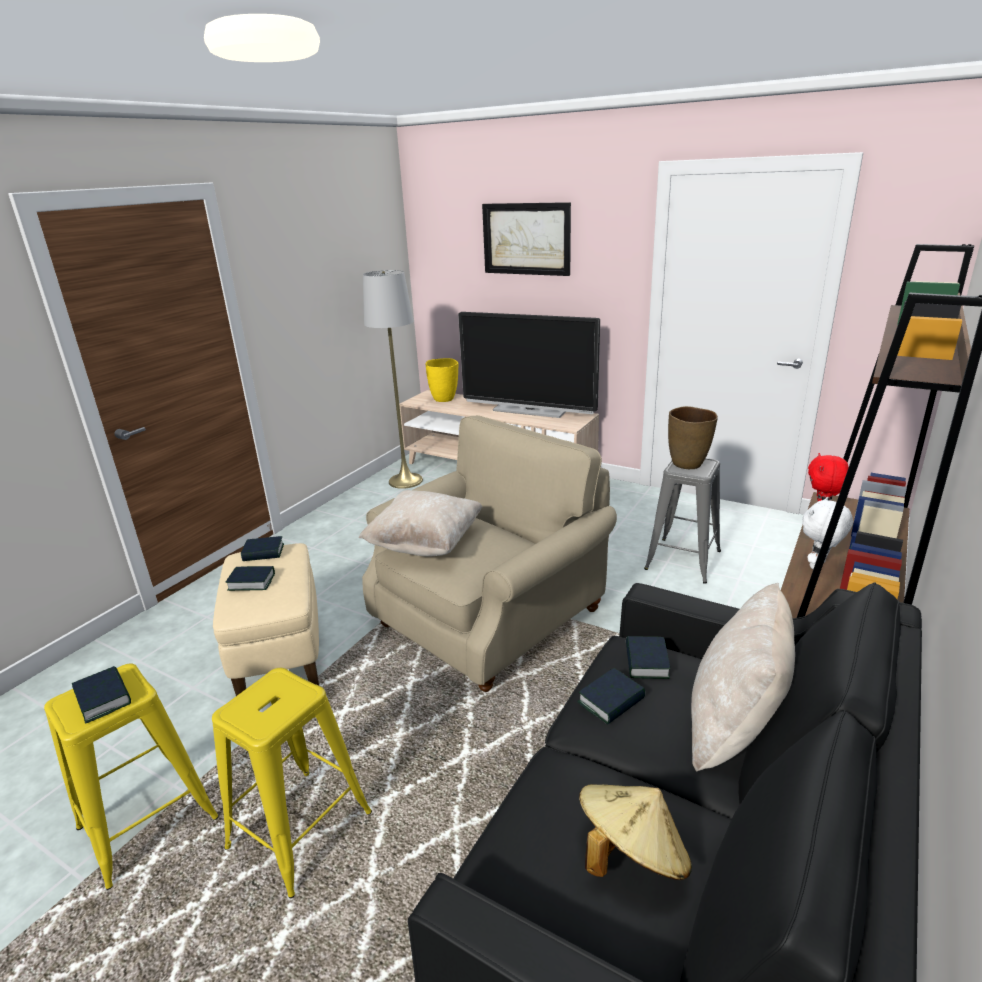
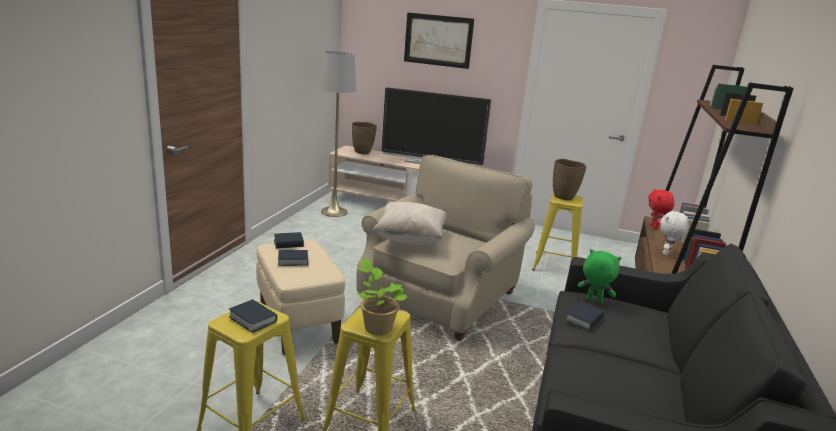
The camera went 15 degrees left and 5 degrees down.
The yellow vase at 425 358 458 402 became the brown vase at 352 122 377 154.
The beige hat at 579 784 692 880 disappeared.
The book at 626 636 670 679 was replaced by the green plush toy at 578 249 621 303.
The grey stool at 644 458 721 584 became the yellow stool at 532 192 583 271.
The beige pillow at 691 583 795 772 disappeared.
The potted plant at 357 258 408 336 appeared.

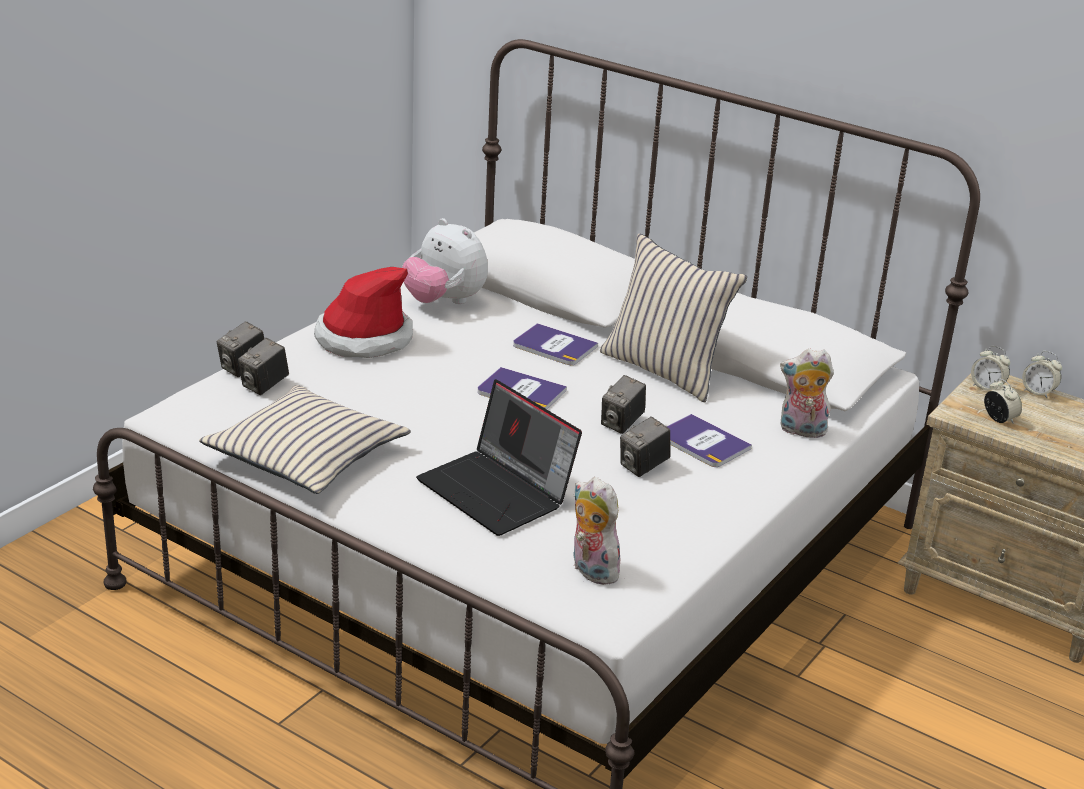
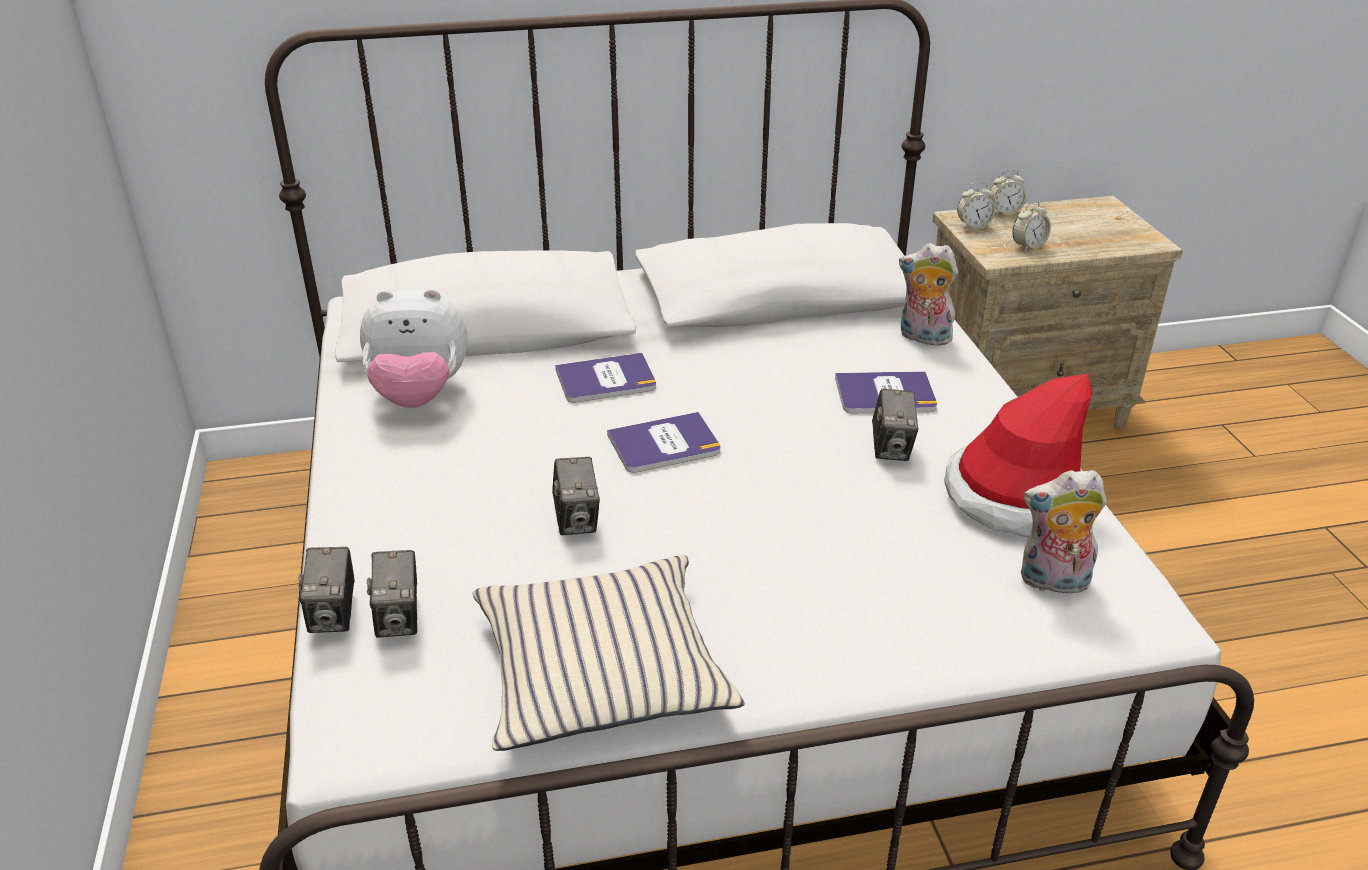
The camera went 45 degrees left and 5 degrees up.
The hat moved from 314 267 413 358 to 944 374 1092 538.
The laptop at 416 379 582 536 disappeared.
The beige pillow at 600 234 747 402 disappeared.
The photo camera moved from 601 375 646 434 to 552 457 600 535.
The plush toy at 780 349 834 438 turned 60 degrees clockwise.
The alarm clock at 984 378 1022 423 turned 135 degrees clockwise.

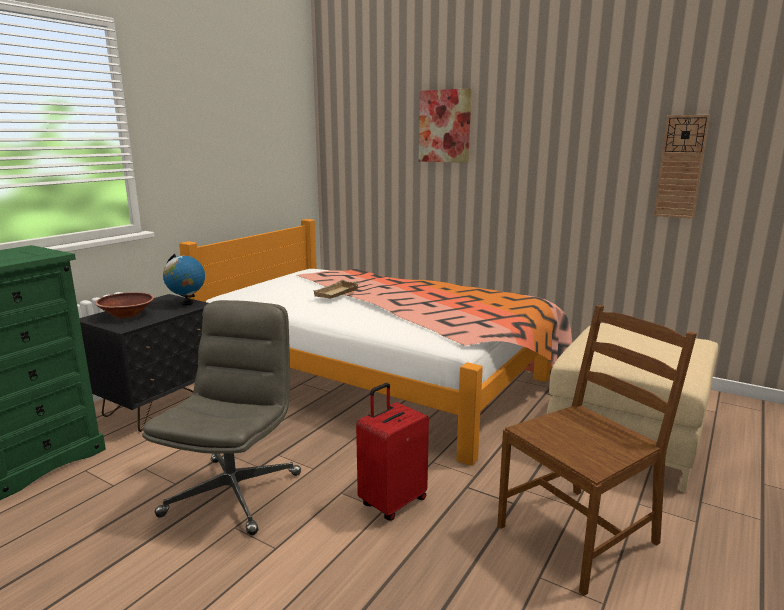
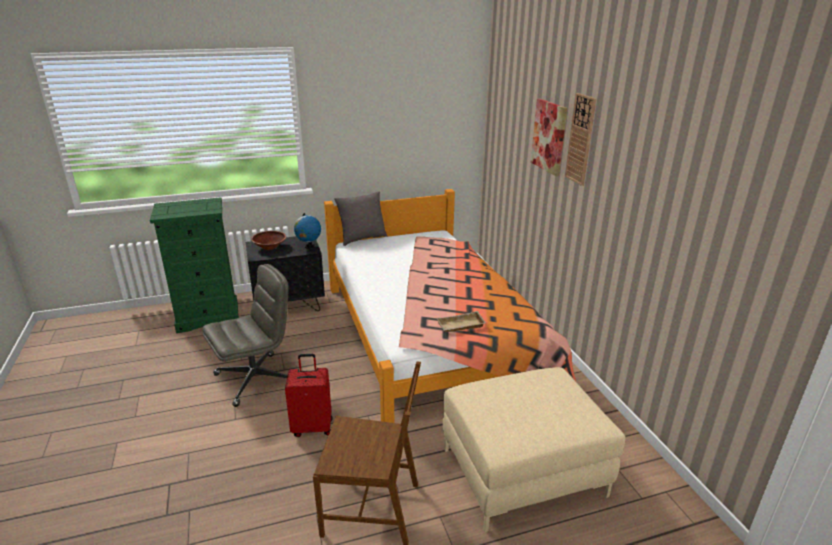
The camera went 40 degrees right and 10 degrees up.
The beige tray moved from 313 280 360 299 to 437 311 486 332.
The wall clock moved from 654 115 710 219 to 565 93 596 186.
The grey pillow at 334 192 388 246 appeared.

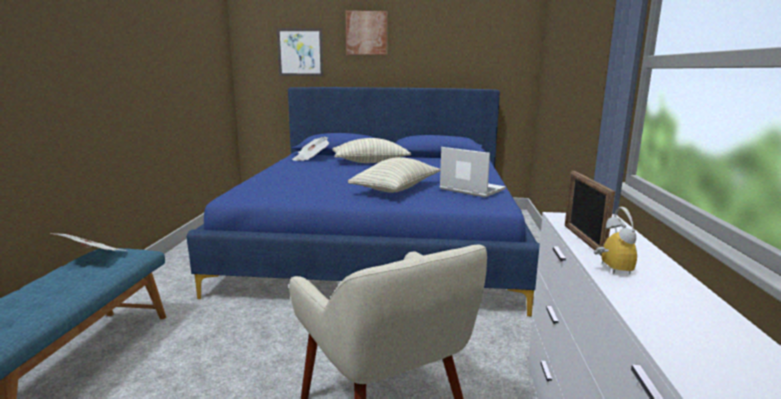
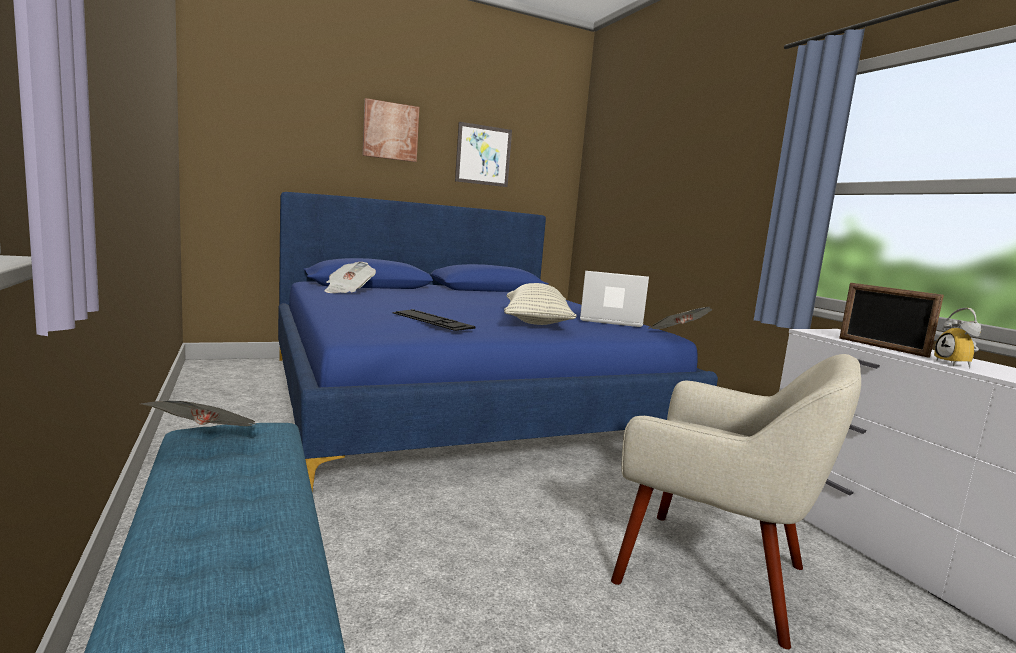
The camera went 30 degrees left and 5 degrees down.
The picture moved from 277 28 324 76 to 455 122 512 187.
The pillow at 332 138 411 163 disappeared.
The alarm clock at 594 207 637 275 turned 150 degrees counterclockwise.
The keyboard at 392 309 476 331 appeared.
The newspaper at 649 307 713 329 appeared.

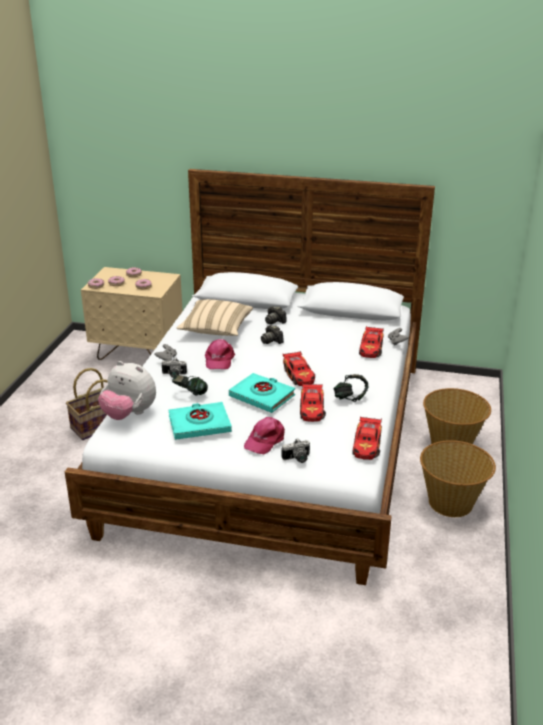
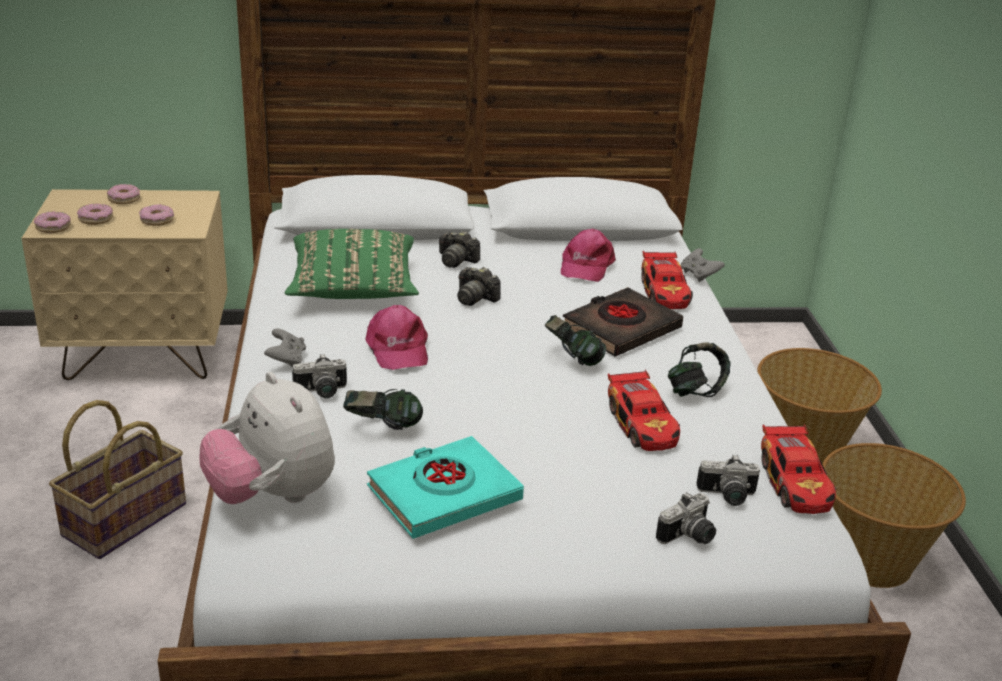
The camera went 20 degrees left and 0 degrees up.
The plush toy at 98 361 156 420 turned 45 degrees clockwise.
The beige pillow at 177 299 253 336 became the green pillow at 285 229 419 299.
The turquoise book at 229 373 295 413 disappeared.
The pink cap moved from 244 417 285 454 to 561 229 616 282.
The toy car at 283 351 315 386 was replaced by the headphones at 545 315 606 366.
The black book at 563 287 683 357 appeared.
The photo camera at 696 455 760 506 appeared.

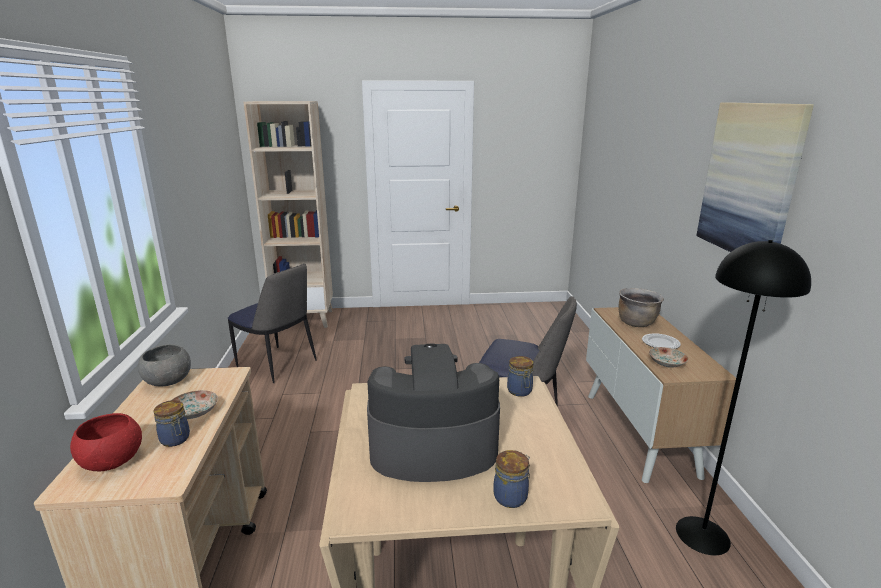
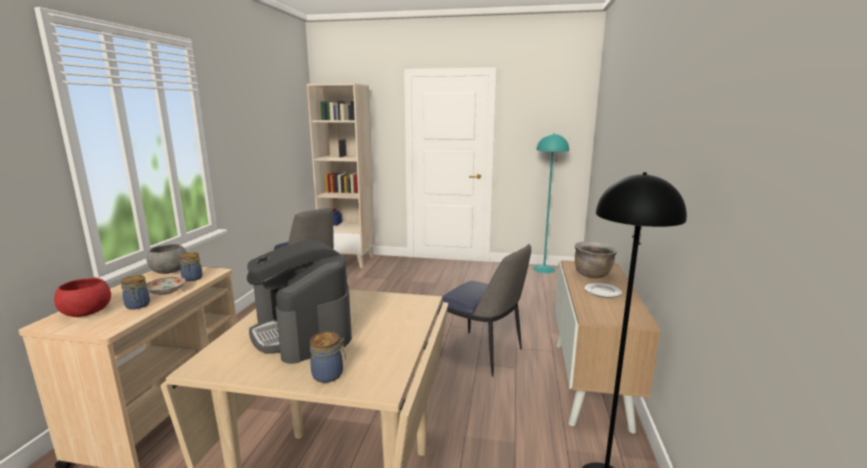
The camera went 15 degrees right and 5 degrees down.
The coffee machine at 367 344 500 482 turned 135 degrees counterclockwise.
The jar moved from 507 356 533 397 to 179 252 203 282.
The plate at 649 347 688 367 disappeared.
The picture at 696 102 814 252 disappeared.
The turquoise floor lamp at 533 133 569 273 appeared.

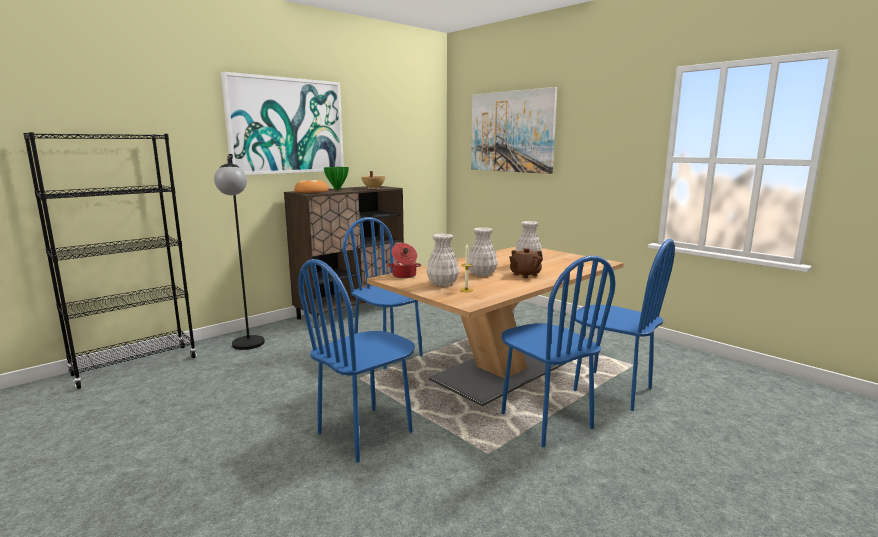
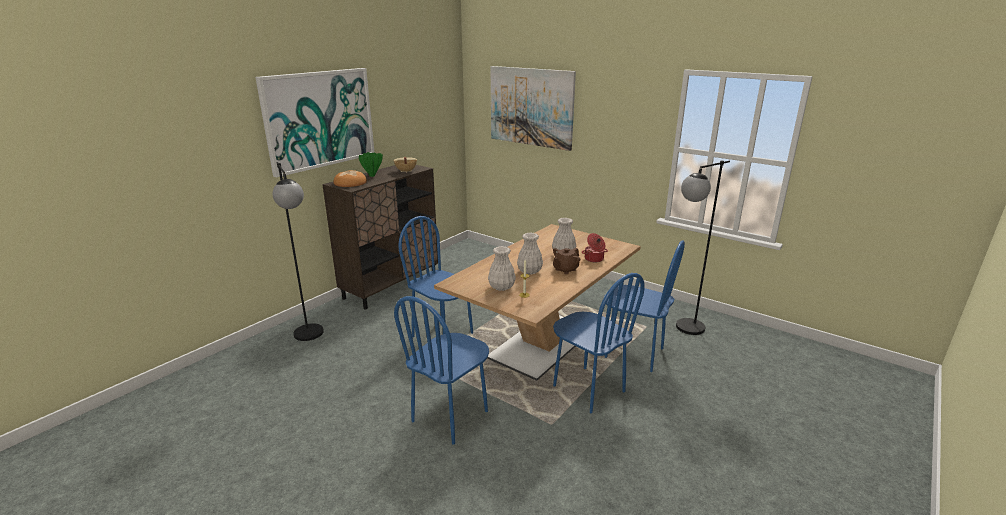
The camera went 10 degrees left and 10 degrees up.
The black bookcase at 23 132 197 389 disappeared.
The cooking pot moved from 387 243 421 278 to 582 233 608 262.
The black floor lamp at 676 161 730 335 appeared.

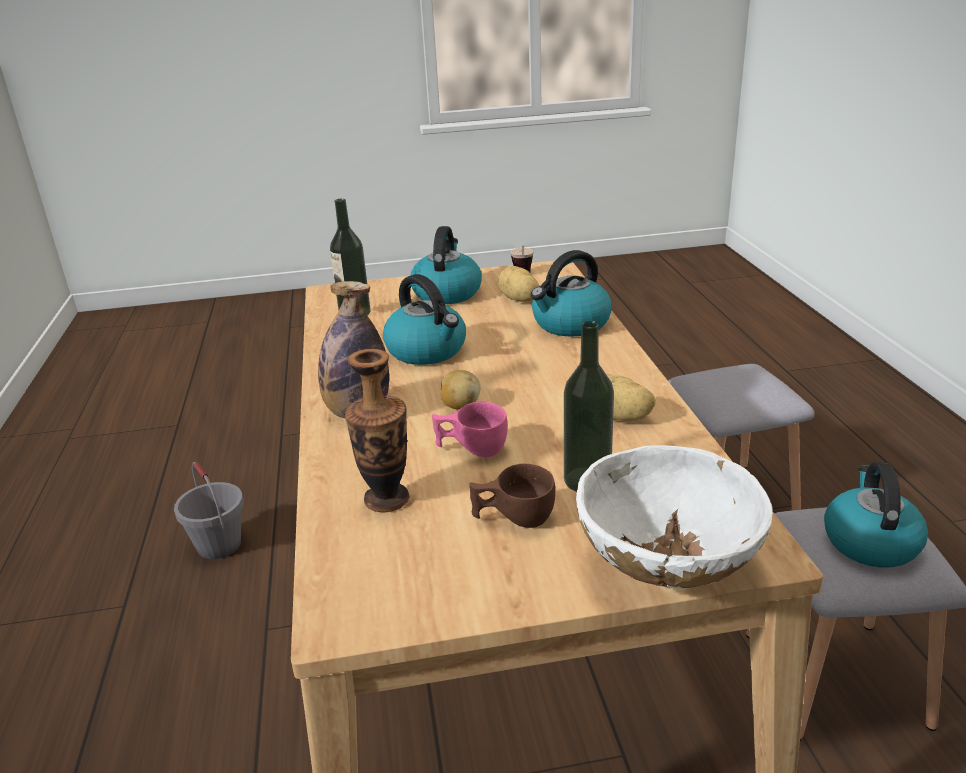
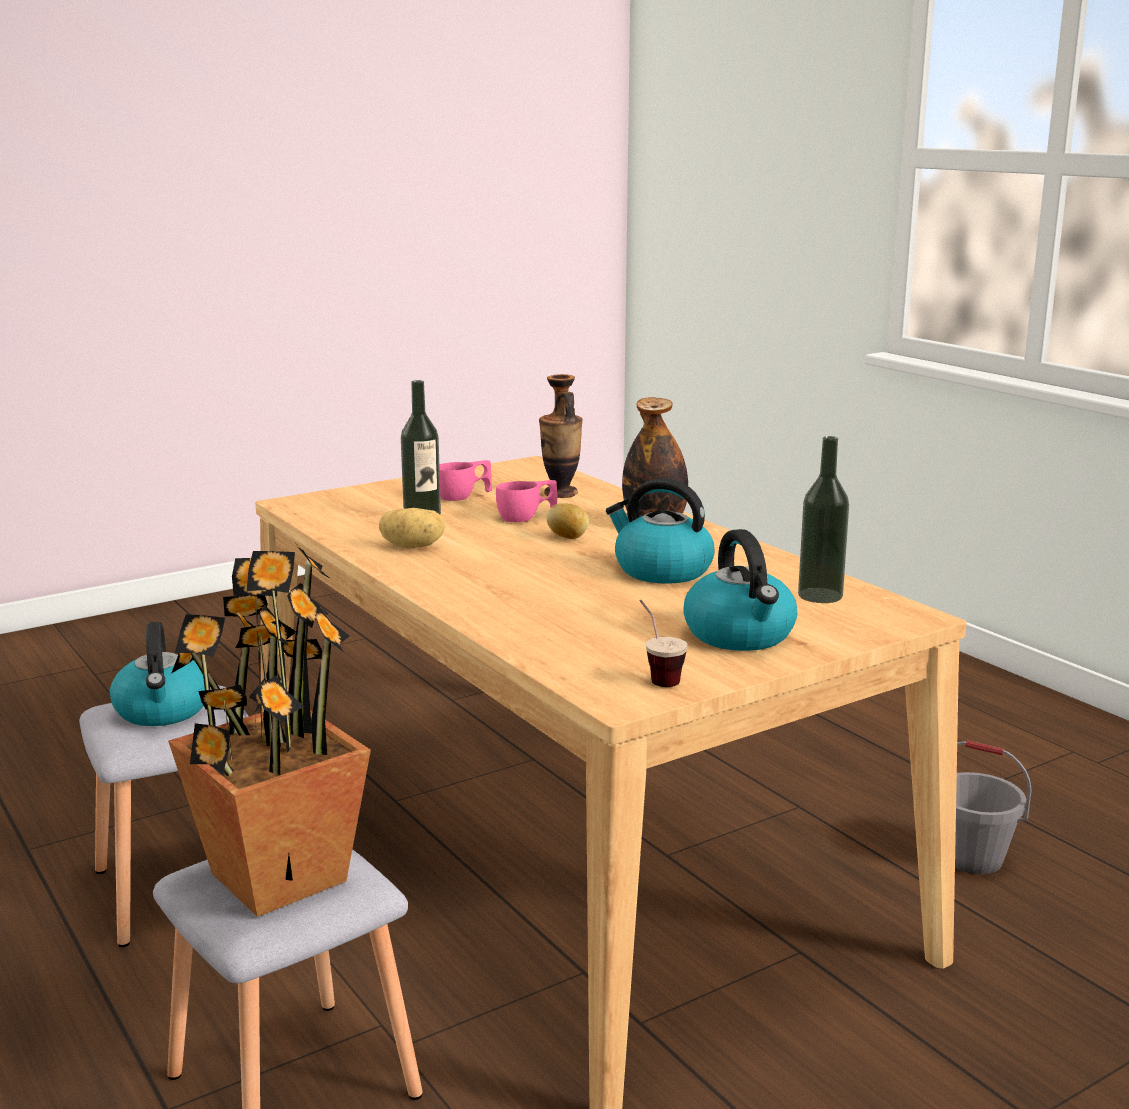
The camera went 155 degrees right and 10 degrees down.
The brown cup at 470 464 555 528 became the pink cup at 439 460 493 501.
The potato at 498 266 539 302 disappeared.
The kettle at 531 250 612 337 disappeared.
The white bowl at 576 445 773 589 disappeared.
The potted plant at 168 541 371 917 appeared.

